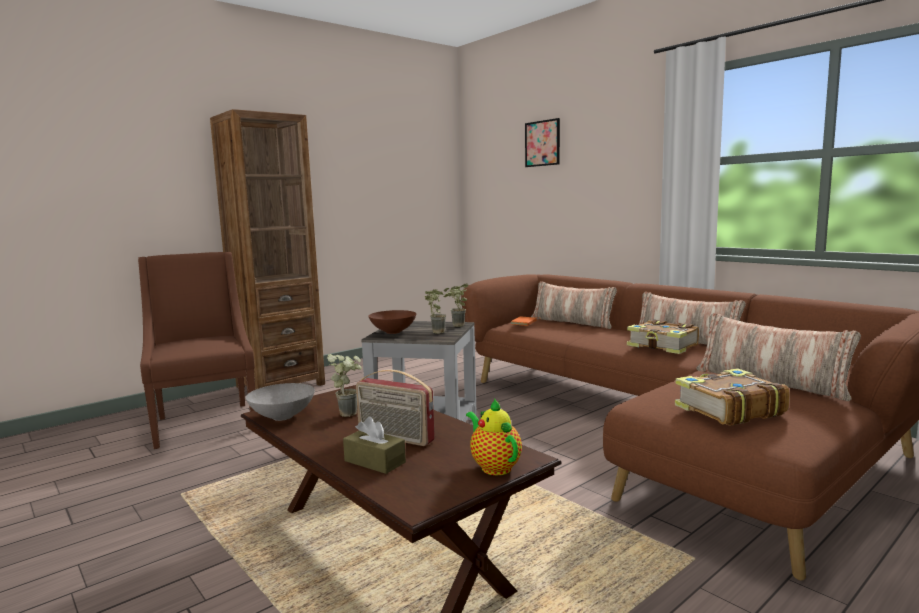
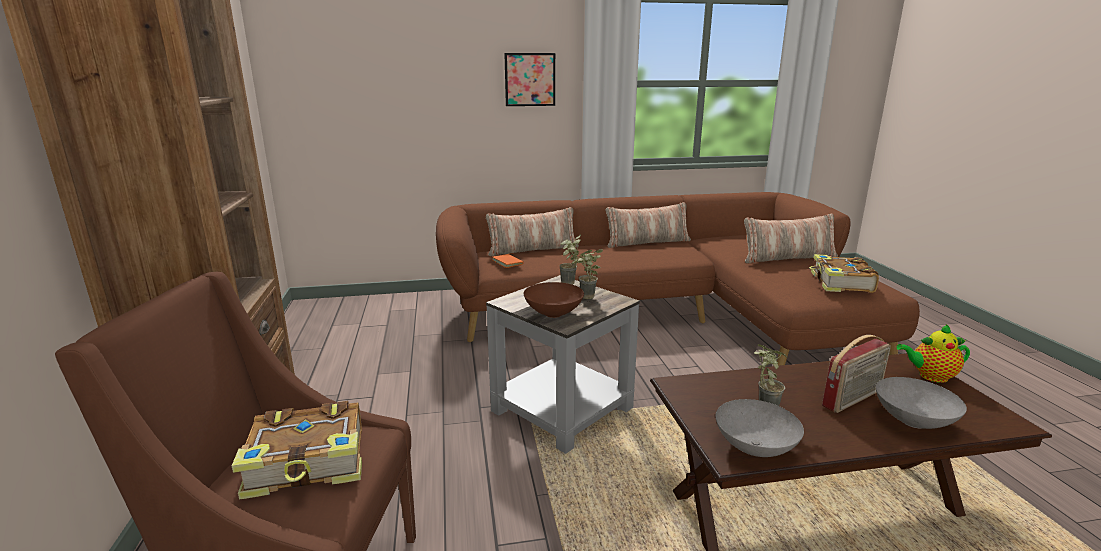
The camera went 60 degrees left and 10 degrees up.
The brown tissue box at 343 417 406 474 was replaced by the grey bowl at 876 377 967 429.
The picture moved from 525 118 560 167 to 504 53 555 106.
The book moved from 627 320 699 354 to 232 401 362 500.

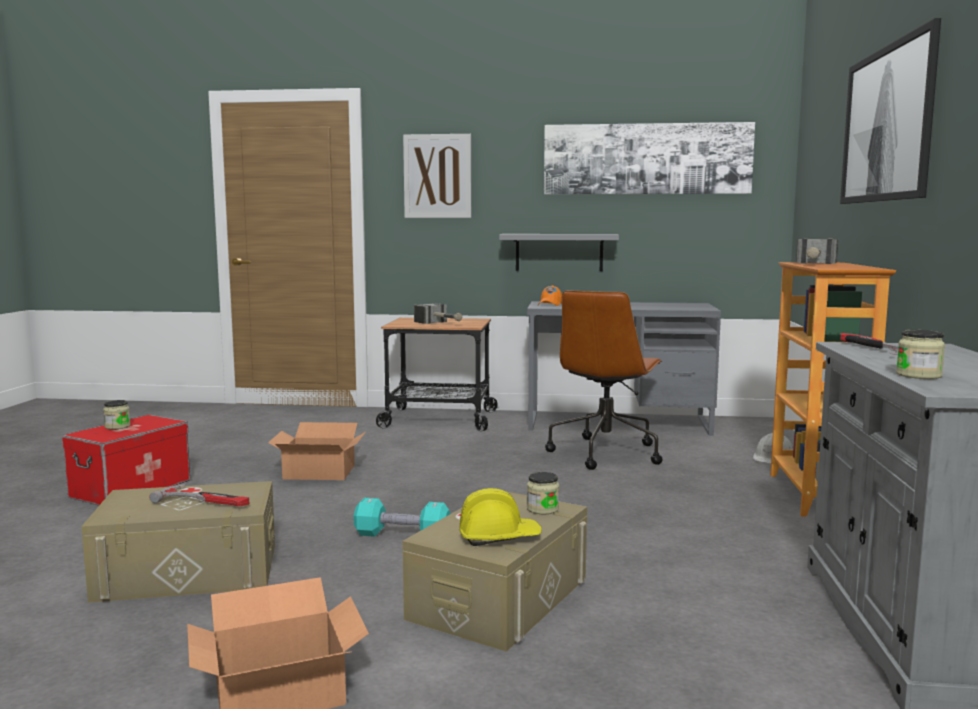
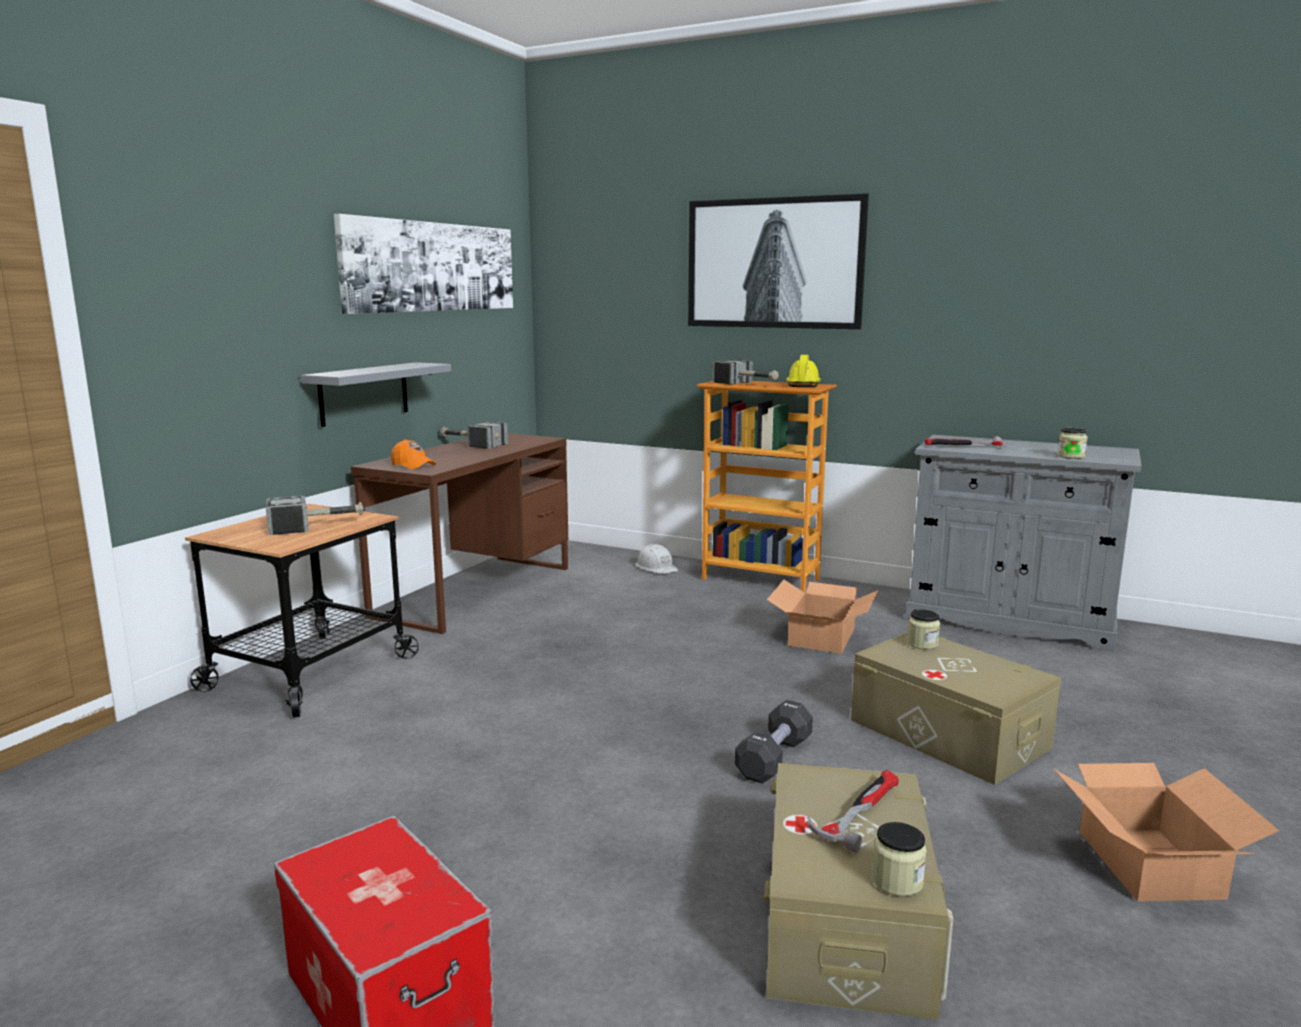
The camera went 70 degrees left and 5 degrees up.
The jar moved from 103 400 131 430 to 872 822 927 896.
The cardboard box moved from 268 422 366 480 to 767 580 879 654.
The turquoise dumbbell at 354 498 451 537 became the black dumbbell at 735 700 813 784.
The picture at 403 134 471 218 disappeared.
The yellow hard hat moved from 459 488 542 546 to 786 355 821 387.
The grey desk at 527 301 721 436 became the brown desk at 351 433 568 634.
The brown office chair at 545 290 662 470 disappeared.
The hammer at 441 422 508 449 appeared.

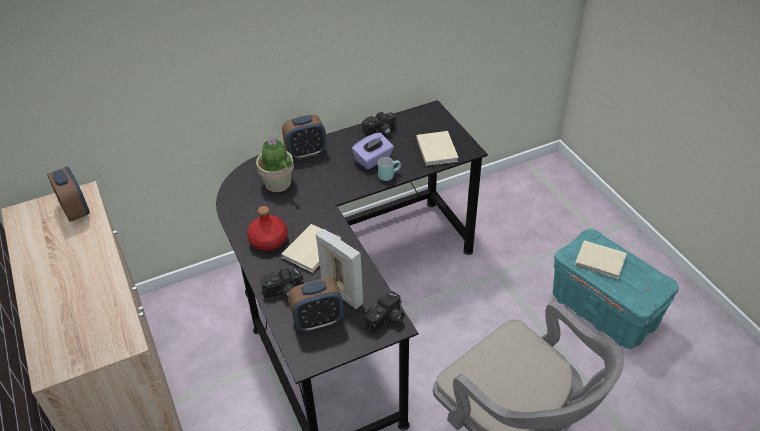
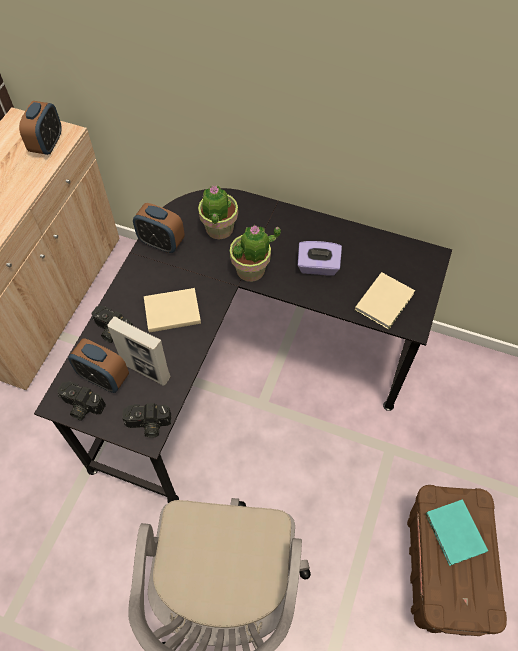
The camera went 45 degrees right and 15 degrees up.
The red bottle at 247 206 288 251 disappeared.
The alarm clock moved from 282 115 327 160 to 133 203 185 253.
The picture frame at 316 229 363 309 turned 120 degrees clockwise.
The photo camera moved from 362 112 396 137 to 57 381 106 420.
The turquoise mug at 378 157 401 181 disappeared.
The turquoise storage box at 553 229 679 349 became the brown storage box at 407 485 507 636.
The beige book at 575 240 627 279 became the turquoise book at 426 499 488 566.
The potted plant at 230 225 281 282 appeared.

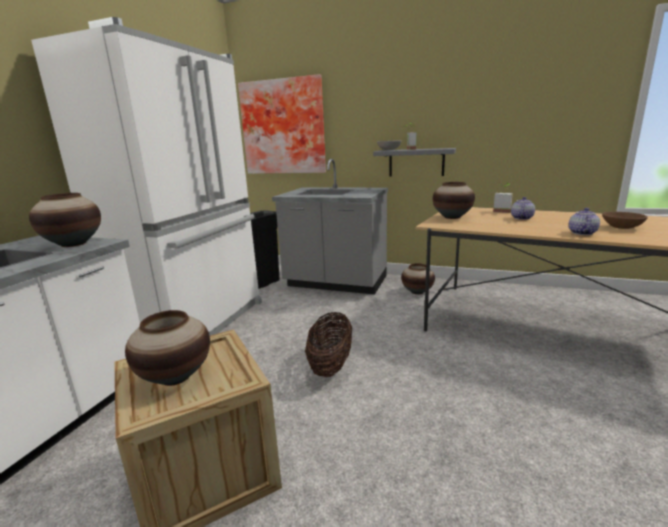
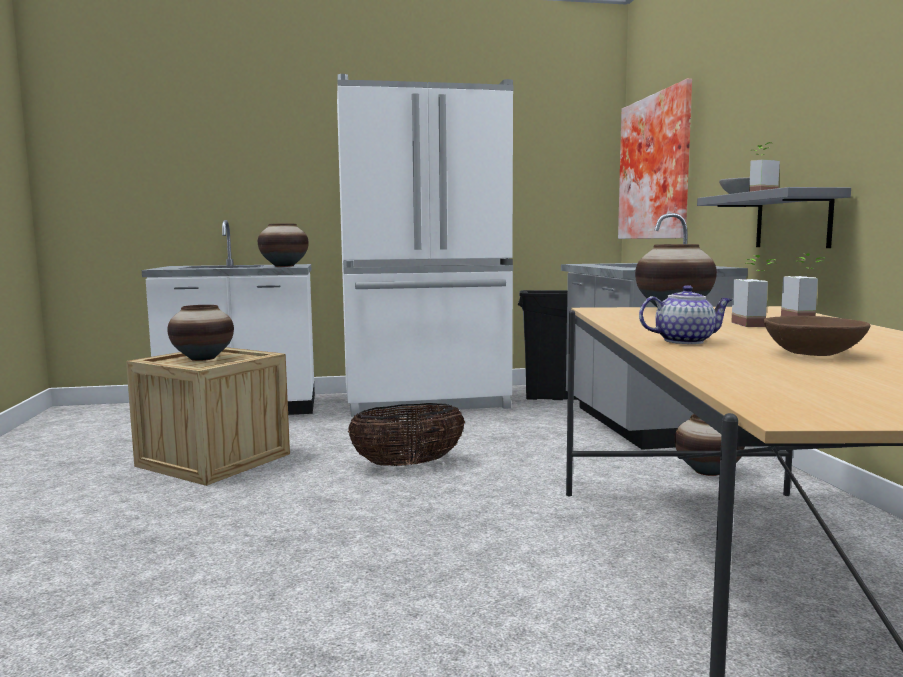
The camera went 60 degrees right and 10 degrees down.
The teapot at 511 197 535 220 was replaced by the potted plant at 731 255 775 327.

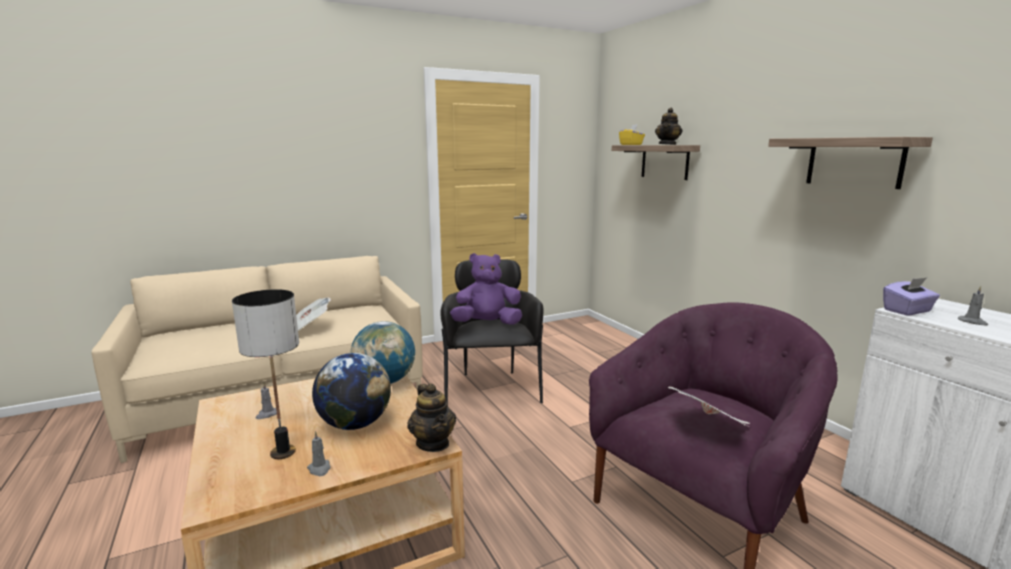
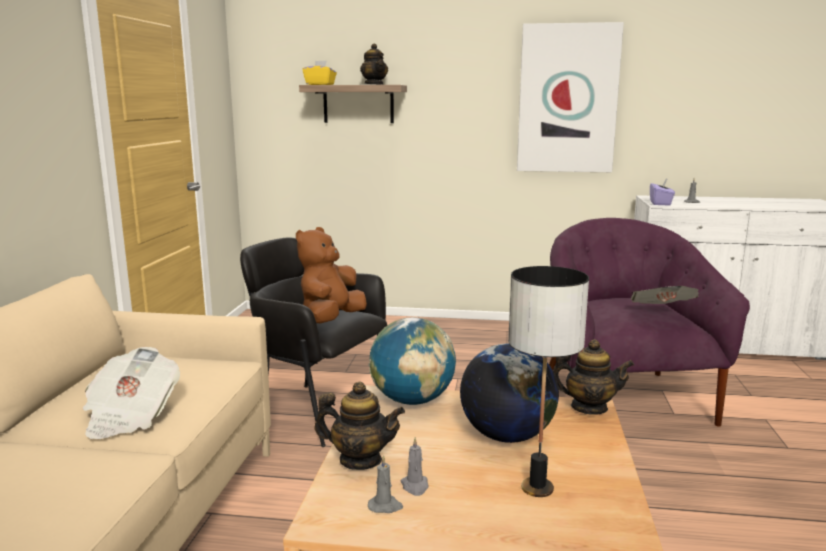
The camera went 55 degrees left and 0 degrees up.
The grey candle moved from 307 431 331 476 to 368 455 403 513.
The purple plush toy at 450 253 522 325 became the brown plush toy at 296 227 367 324.
The shelf at 768 137 933 189 was replaced by the picture at 517 22 624 172.
The teapot at 314 381 405 470 appeared.

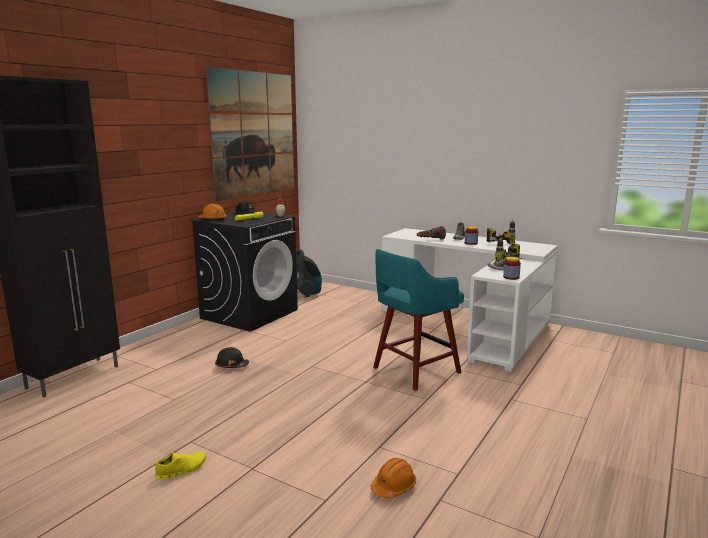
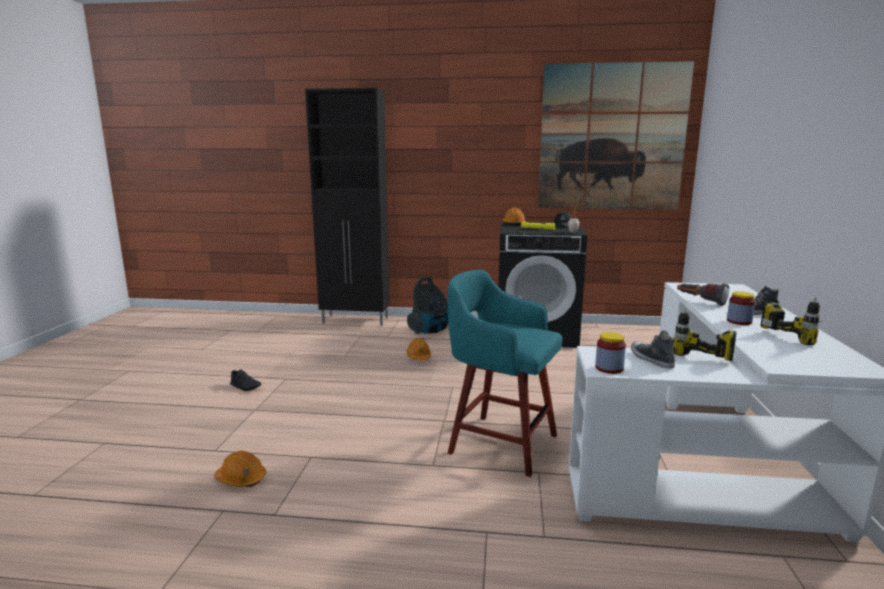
The camera went 65 degrees right and 0 degrees up.
The yellow shoe at 155 451 206 480 became the black shoe at 230 370 261 391.
The black hard hat at 215 347 249 368 became the orange hard hat at 406 338 431 360.
The vacuum cleaner moved from 296 249 322 298 to 407 277 448 334.

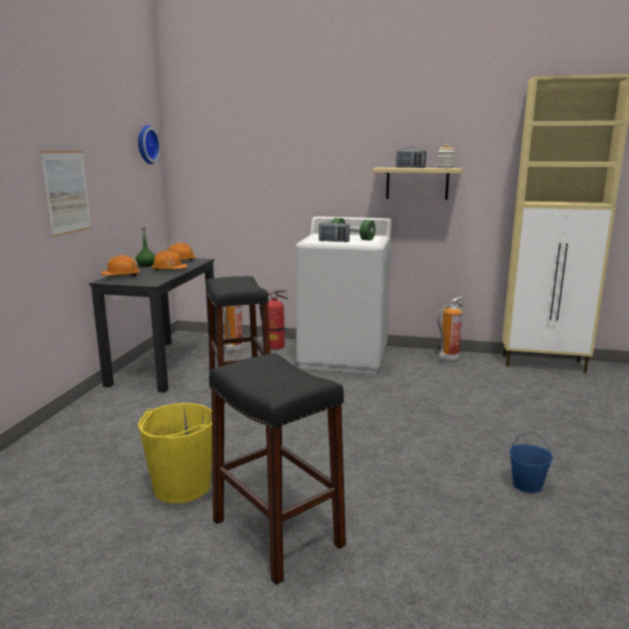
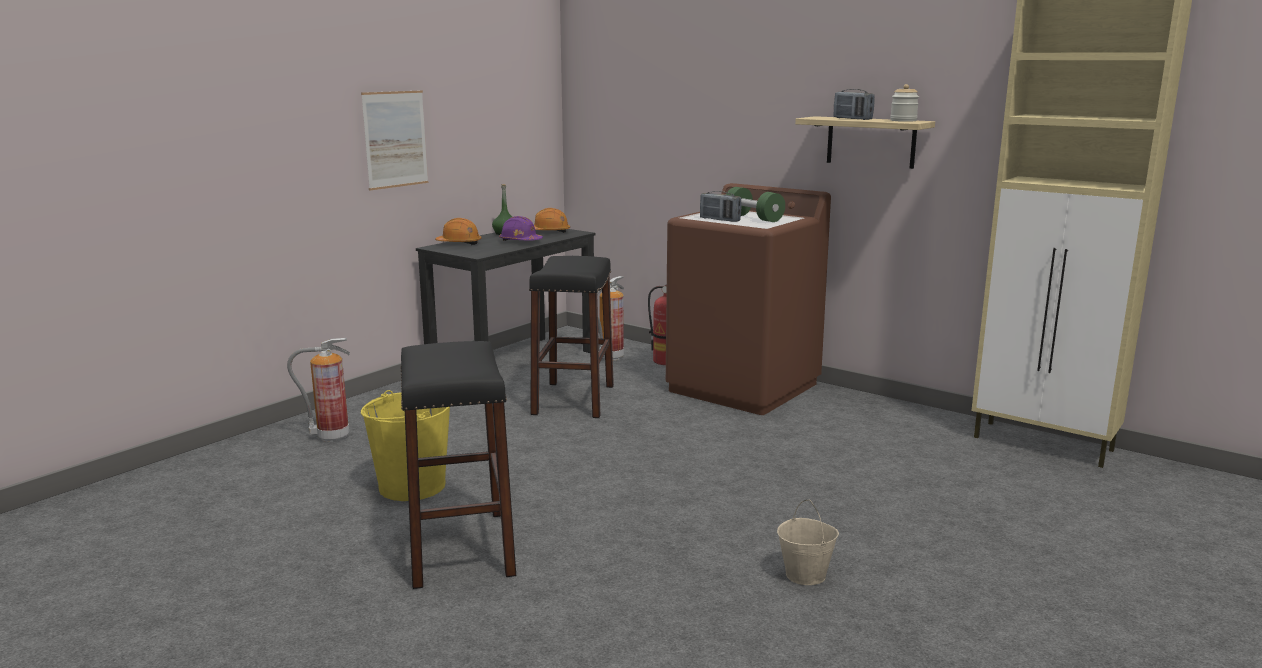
The camera went 25 degrees right and 0 degrees up.
The wall clock at 138 125 161 164 disappeared.
The orange hard hat at 151 250 188 271 became the purple hard hat at 499 216 543 241.
The white washing machine at 295 216 392 374 became the brown washing machine at 666 183 831 415.
The fire extinguisher moved from 437 297 463 362 to 287 338 350 442.
The blue bucket at 509 432 553 493 became the beige bucket at 777 500 839 585.

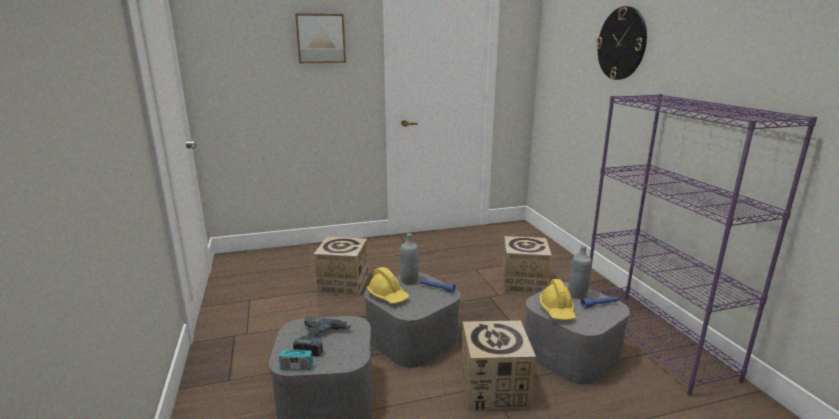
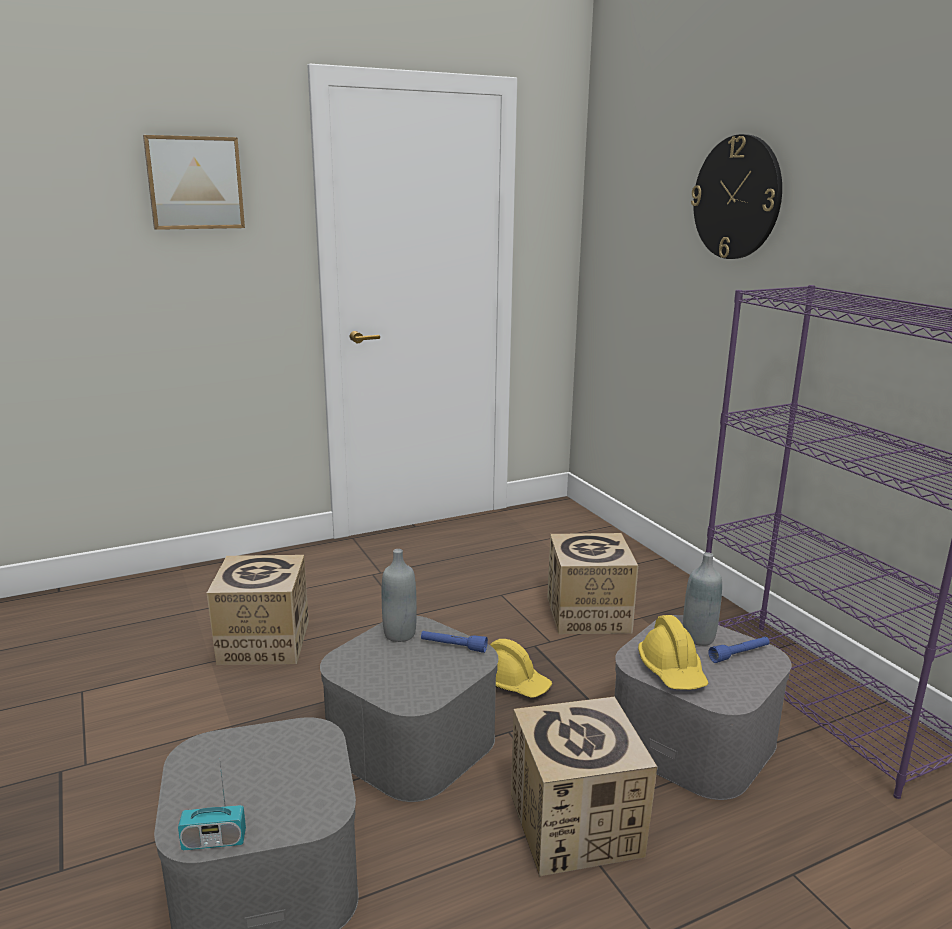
The camera went 10 degrees left and 0 degrees up.
The power drill at 293 317 352 357 disappeared.
The yellow hard hat moved from 367 267 409 303 to 490 639 552 698.

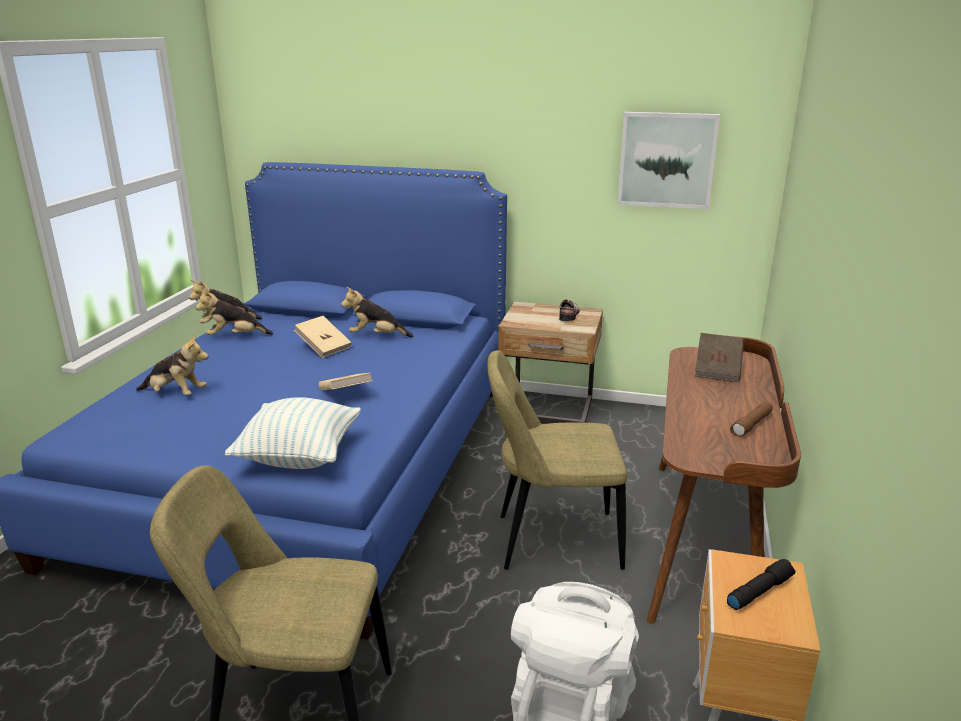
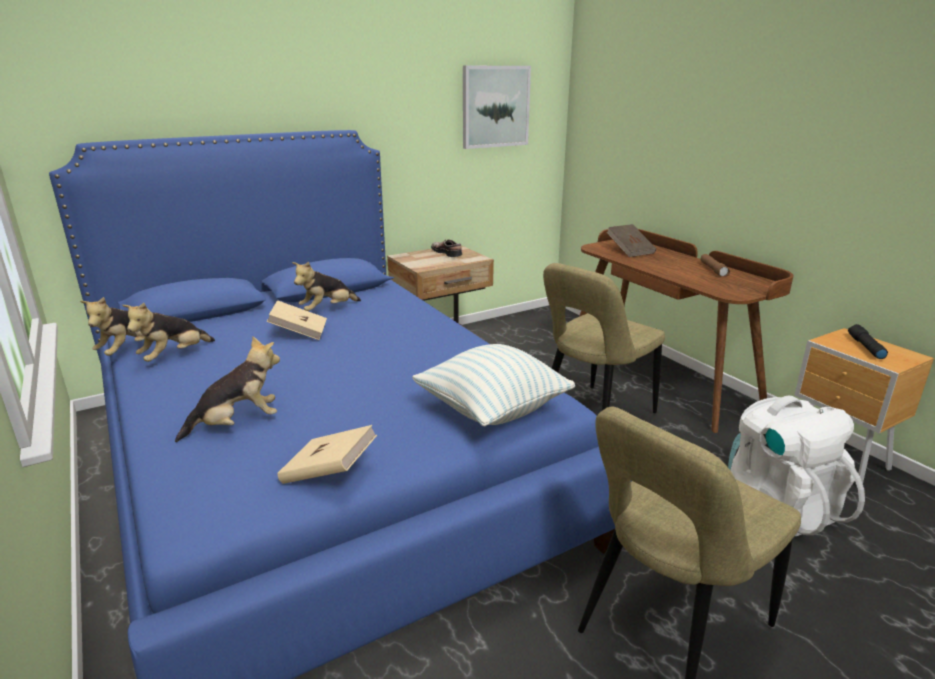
The camera went 45 degrees left and 0 degrees up.
The beige book moved from 319 373 373 390 to 277 425 377 484.

